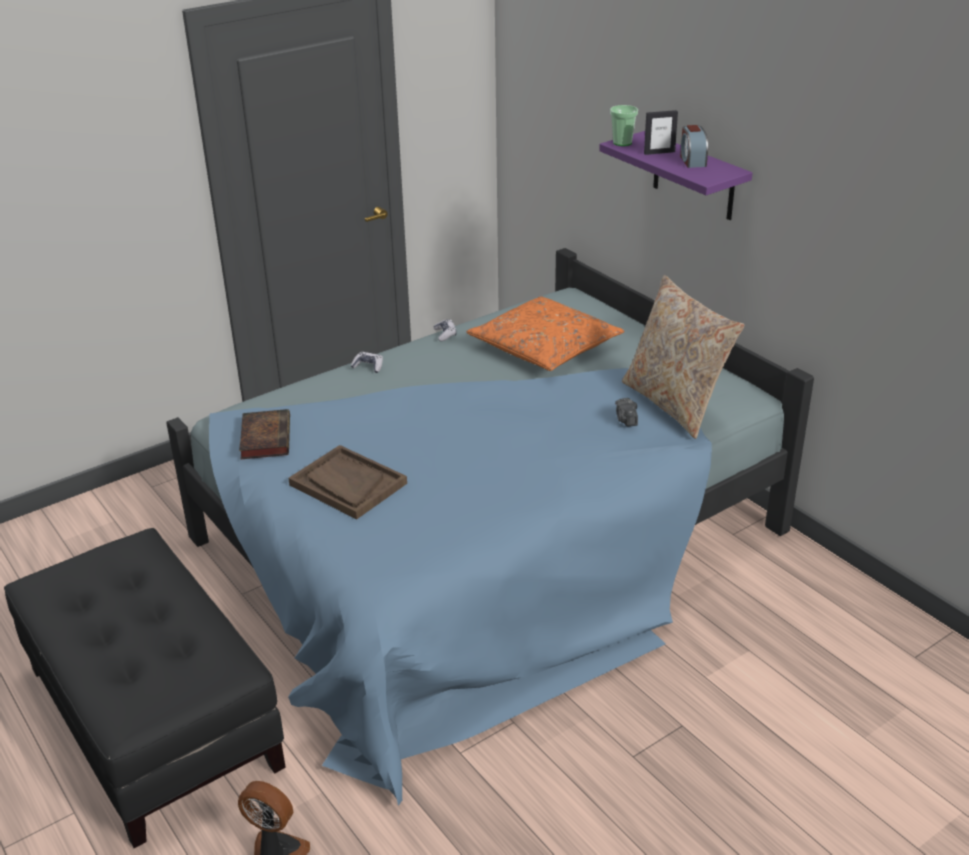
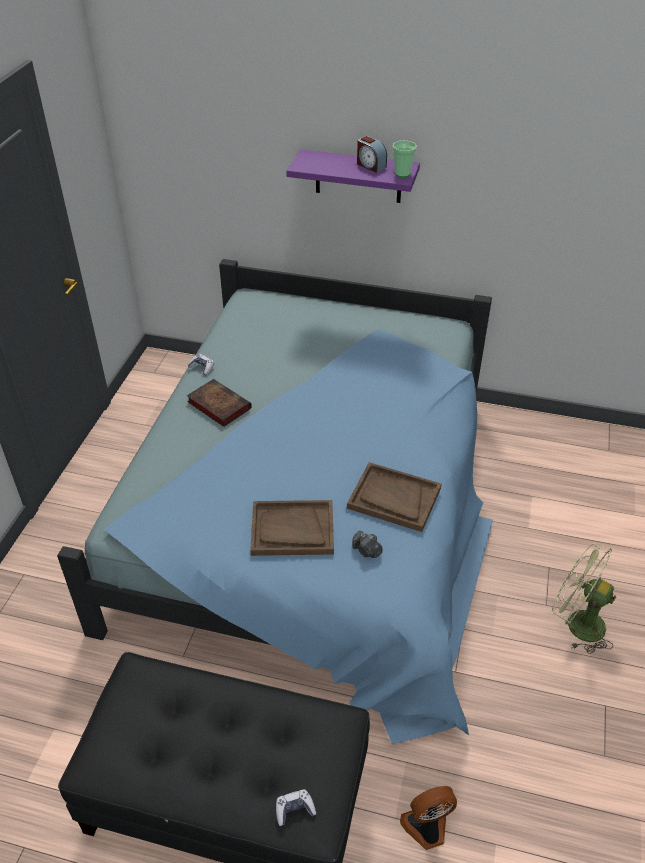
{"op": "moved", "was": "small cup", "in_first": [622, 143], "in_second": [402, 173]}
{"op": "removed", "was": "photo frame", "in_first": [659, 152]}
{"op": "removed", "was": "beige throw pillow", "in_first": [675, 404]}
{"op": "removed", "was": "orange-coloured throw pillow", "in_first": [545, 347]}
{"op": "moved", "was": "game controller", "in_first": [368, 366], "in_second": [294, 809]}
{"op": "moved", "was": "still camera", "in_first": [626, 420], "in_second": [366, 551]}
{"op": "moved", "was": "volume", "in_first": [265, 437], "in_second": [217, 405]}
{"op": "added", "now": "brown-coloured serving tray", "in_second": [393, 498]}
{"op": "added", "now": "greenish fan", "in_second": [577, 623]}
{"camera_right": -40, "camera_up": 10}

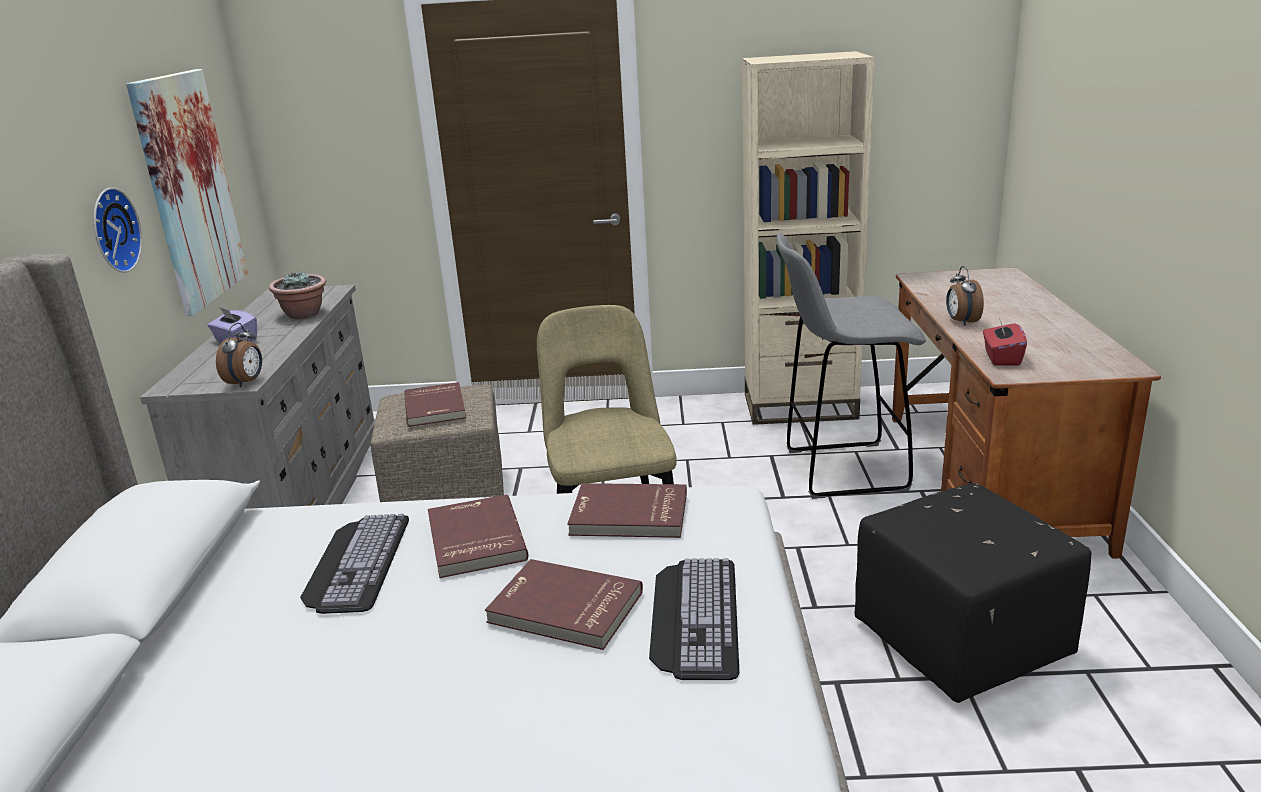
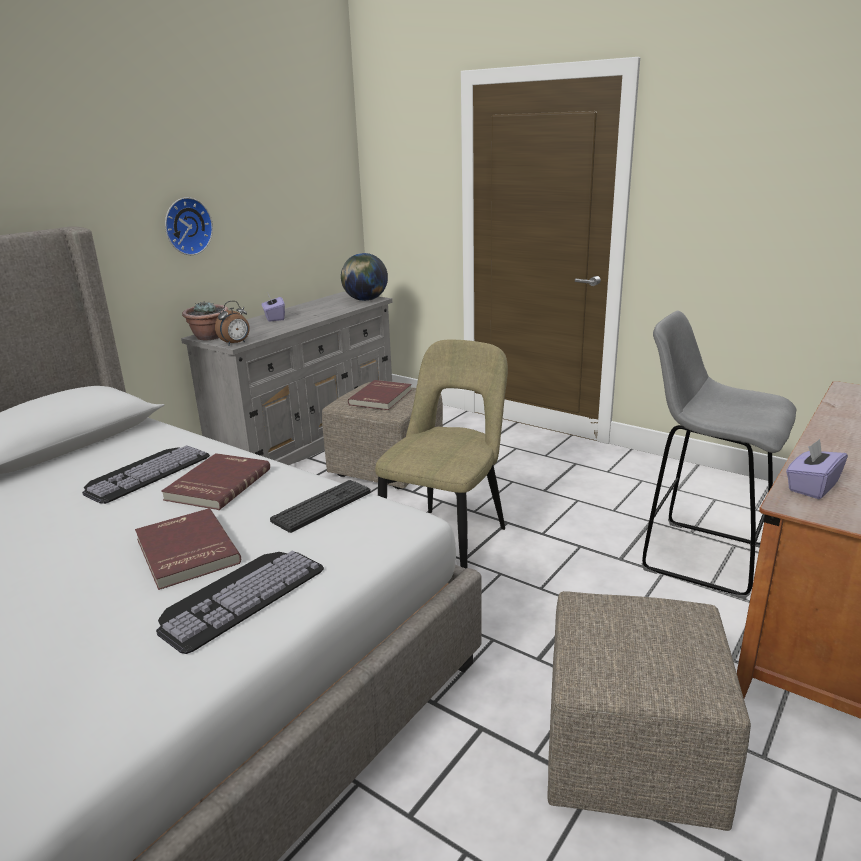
{"op": "removed", "was": "beige bookcase", "in_first": [800, 407]}
{"op": "removed", "was": "picture", "in_first": [190, 190]}
{"op": "removed", "was": "table clock", "in_first": [961, 322]}
{"op": "moved", "was": "potted plant", "in_first": [304, 315], "in_second": [209, 337]}
{"op": "recoloured", "was": "red tissue box", "now": "purple-coloured tissue box", "in_first": [1001, 358], "in_second": [811, 487]}
{"op": "replaced", "was": "red volume", "now": "keyboard", "in_first": [629, 516], "in_second": [322, 506]}
{"op": "recoloured", "was": "black-coloured footrest", "now": "beige footrest", "in_first": [963, 642], "in_second": [632, 757]}
{"op": "added", "now": "world globe", "in_second": [365, 300]}
{"camera_right": 35, "camera_up": 0}

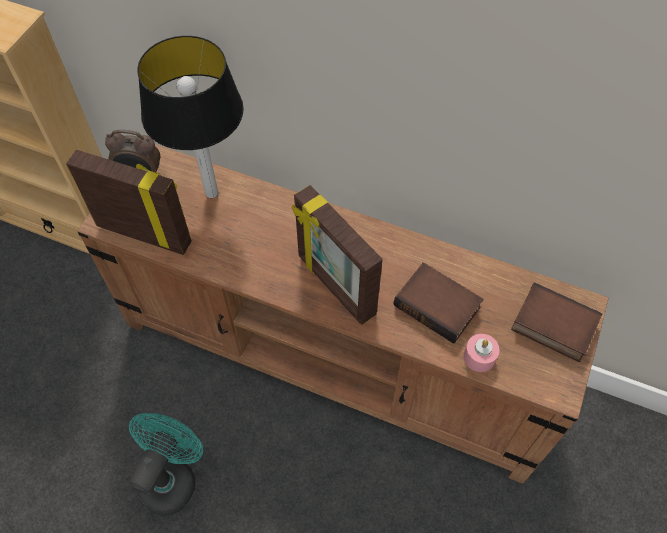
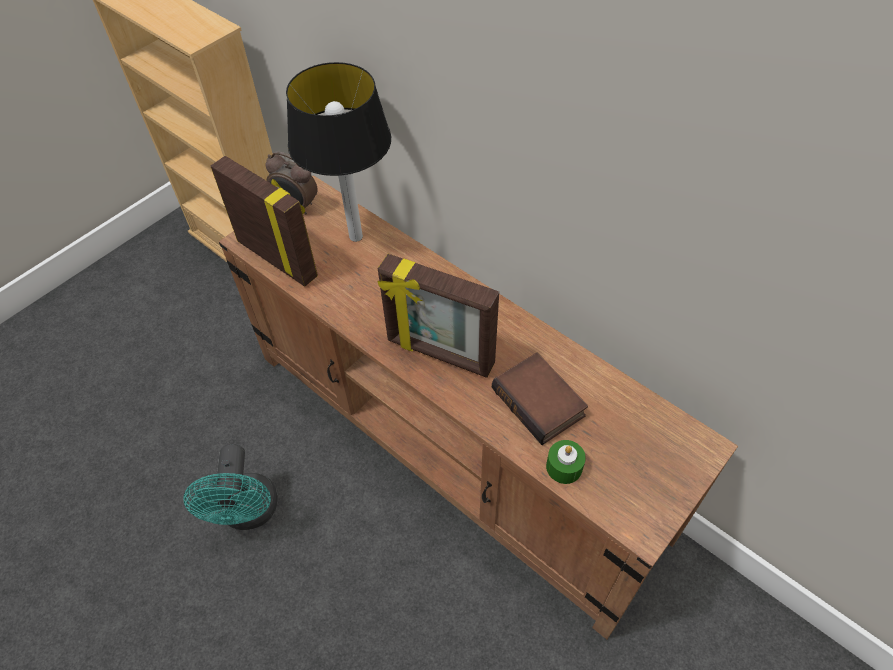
{"op": "turned", "was": "photo frame", "in_first": [335, 286], "in_second": [439, 354], "clockwise": -45}
{"op": "removed", "was": "volume", "in_first": [552, 326]}
{"op": "recoloured", "was": "pink candle", "now": "greenish candle", "in_first": [479, 357], "in_second": [564, 467]}
{"op": "turned", "was": "blue-green fan", "in_first": [171, 476], "in_second": [249, 513], "clockwise": 135}
{"camera_right": 20, "camera_up": -5}

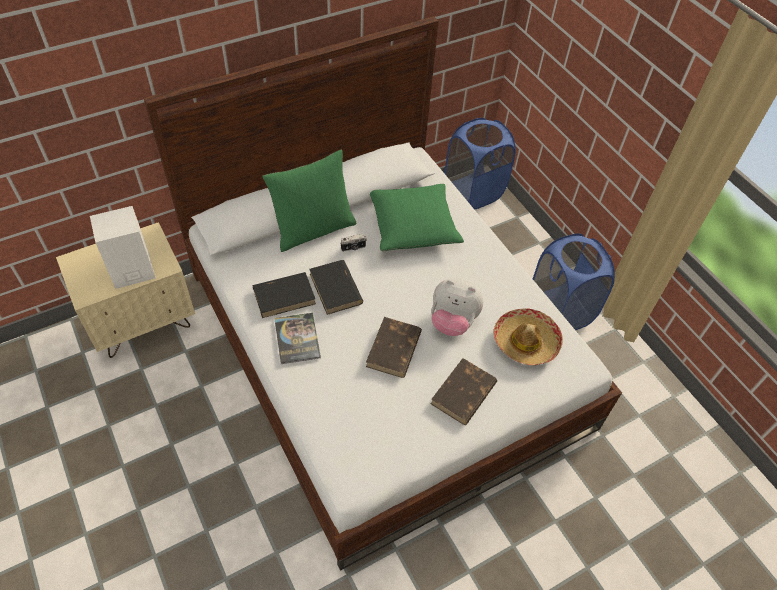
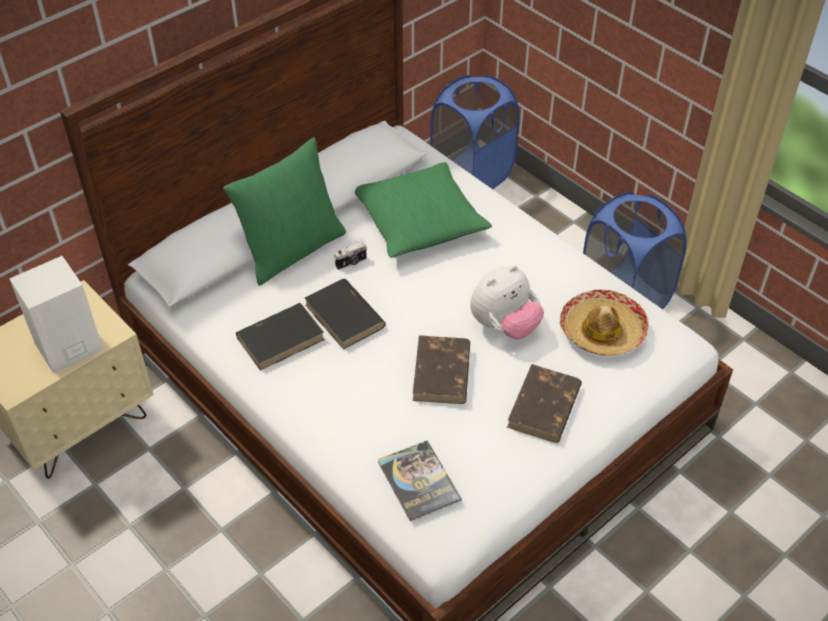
{"op": "turned", "was": "soft toy", "in_first": [452, 321], "in_second": [504, 326], "clockwise": -45}
{"op": "moved", "was": "volume", "in_first": [297, 338], "in_second": [419, 481]}
{"camera_right": -10, "camera_up": -5}

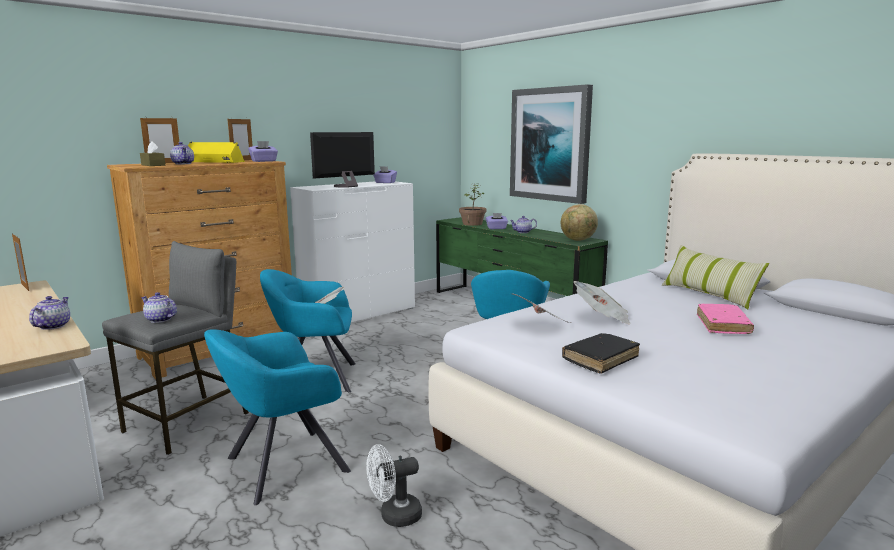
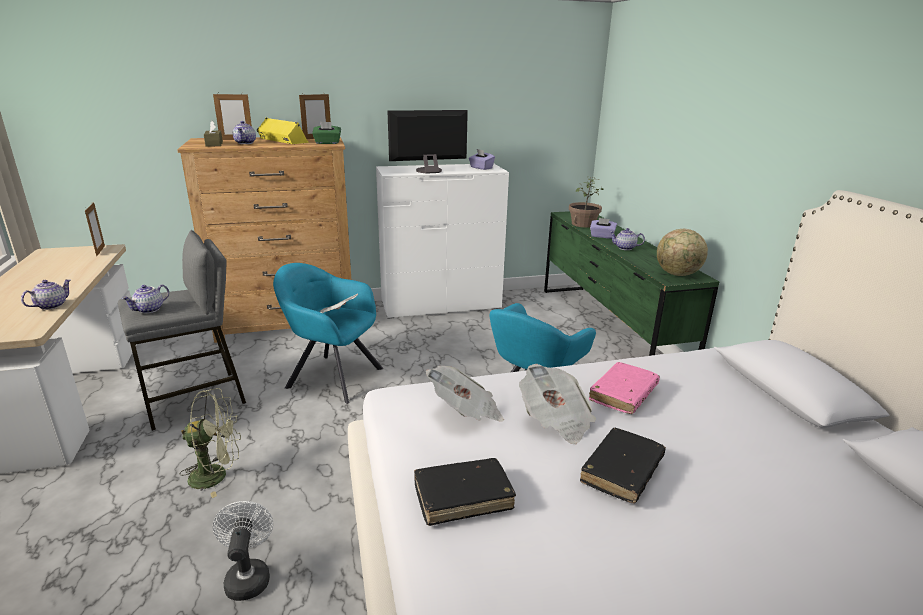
{"op": "removed", "was": "picture", "in_first": [550, 144]}
{"op": "recoloured", "was": "purple-coloured tissue box", "now": "greenish tissue box", "in_first": [264, 161], "in_second": [327, 143]}
{"op": "removed", "was": "throw pillow", "in_first": [708, 295]}
{"op": "turned", "was": "tea pot", "in_first": [159, 320], "in_second": [149, 310], "clockwise": -105}
{"op": "moved", "was": "pink volume", "in_first": [723, 325], "in_second": [623, 394]}
{"op": "replaced", "was": "blue-green armchair", "now": "greenish fan", "in_first": [282, 466], "in_second": [217, 475]}
{"op": "turned", "was": "white-coloured fan", "in_first": [394, 516], "in_second": [248, 576], "clockwise": 75}
{"op": "added", "now": "black-coloured volume", "in_second": [622, 472]}
{"camera_right": 25, "camera_up": 10}

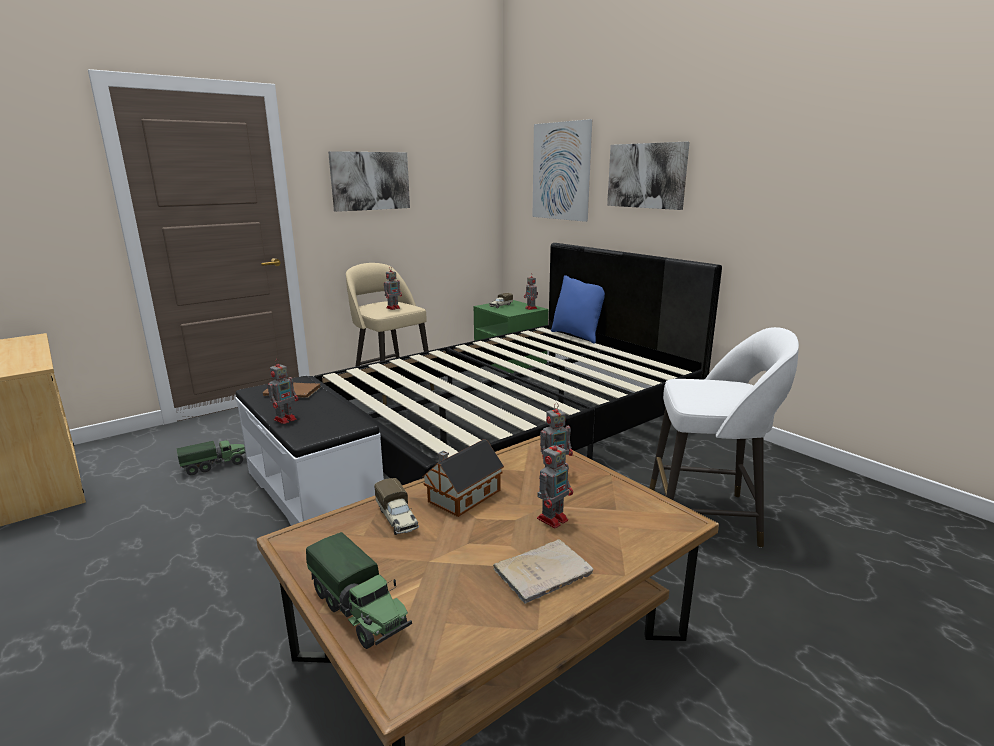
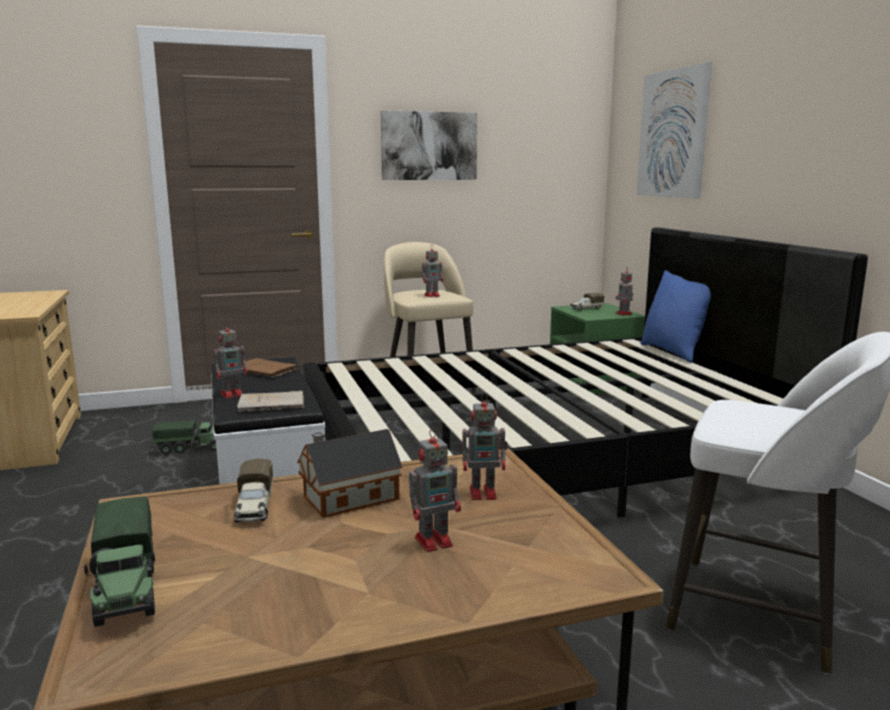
{"op": "removed", "was": "picture", "in_first": [647, 175]}
{"op": "moved", "was": "beige volume", "in_first": [545, 572], "in_second": [273, 404]}
{"camera_right": 20, "camera_up": -5}

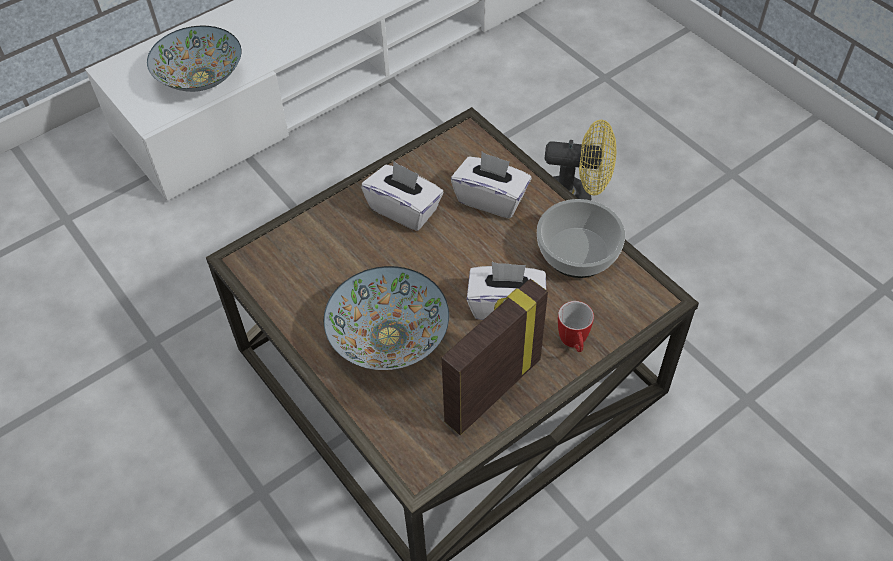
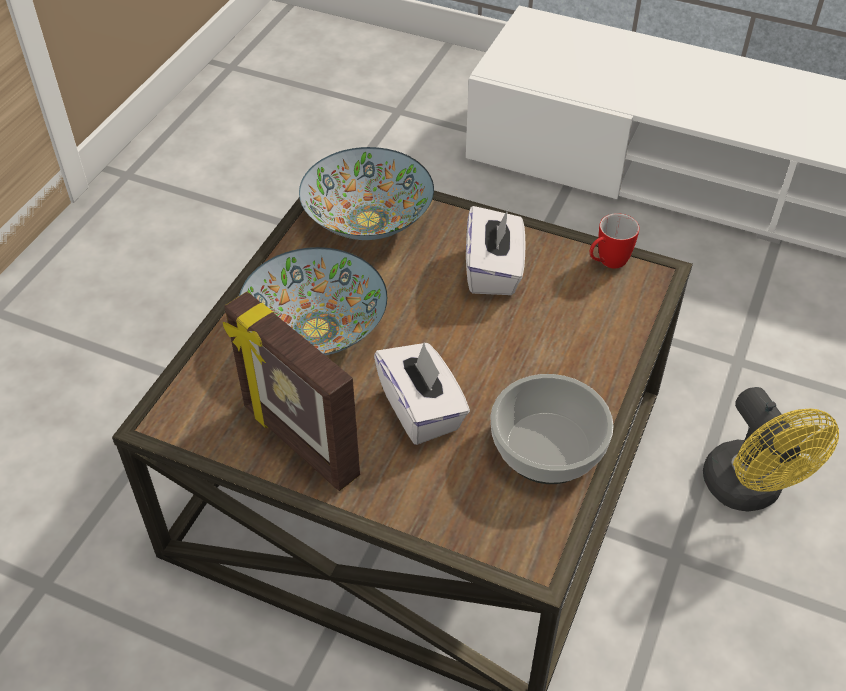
{"op": "moved", "was": "bowl", "in_first": [200, 77], "in_second": [368, 220]}
{"op": "removed", "was": "white-coloured tissue box", "in_first": [491, 199]}
{"op": "turned", "was": "photo frame", "in_first": [491, 389], "in_second": [298, 442], "clockwise": -150}
{"op": "moved", "was": "tea mug", "in_first": [573, 344], "in_second": [607, 263]}
{"camera_right": 60, "camera_up": -5}

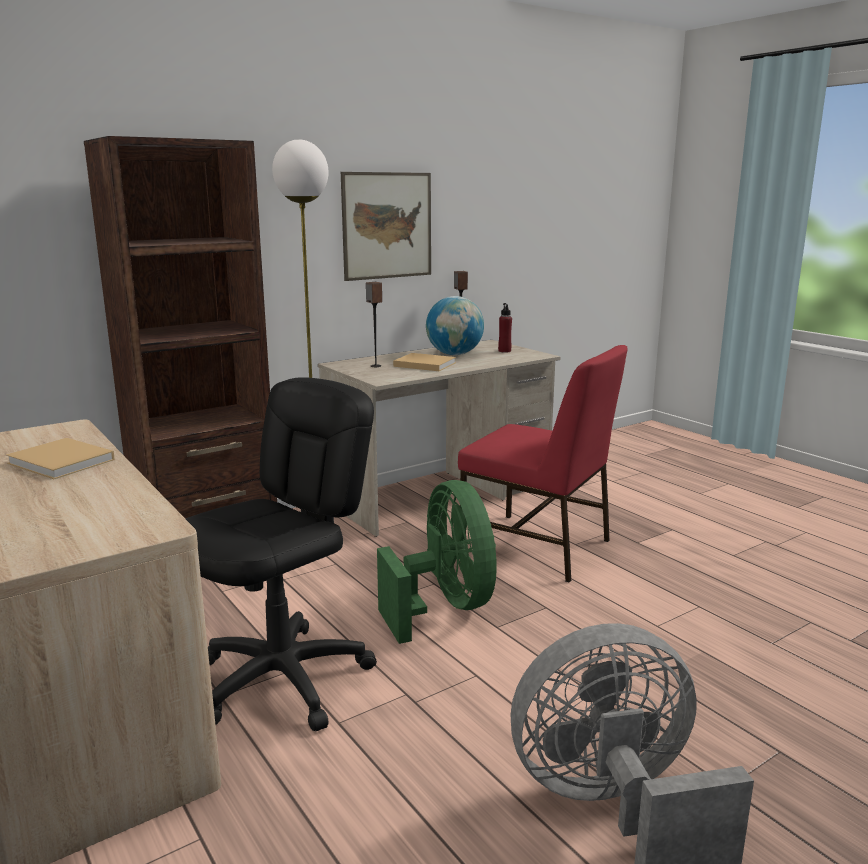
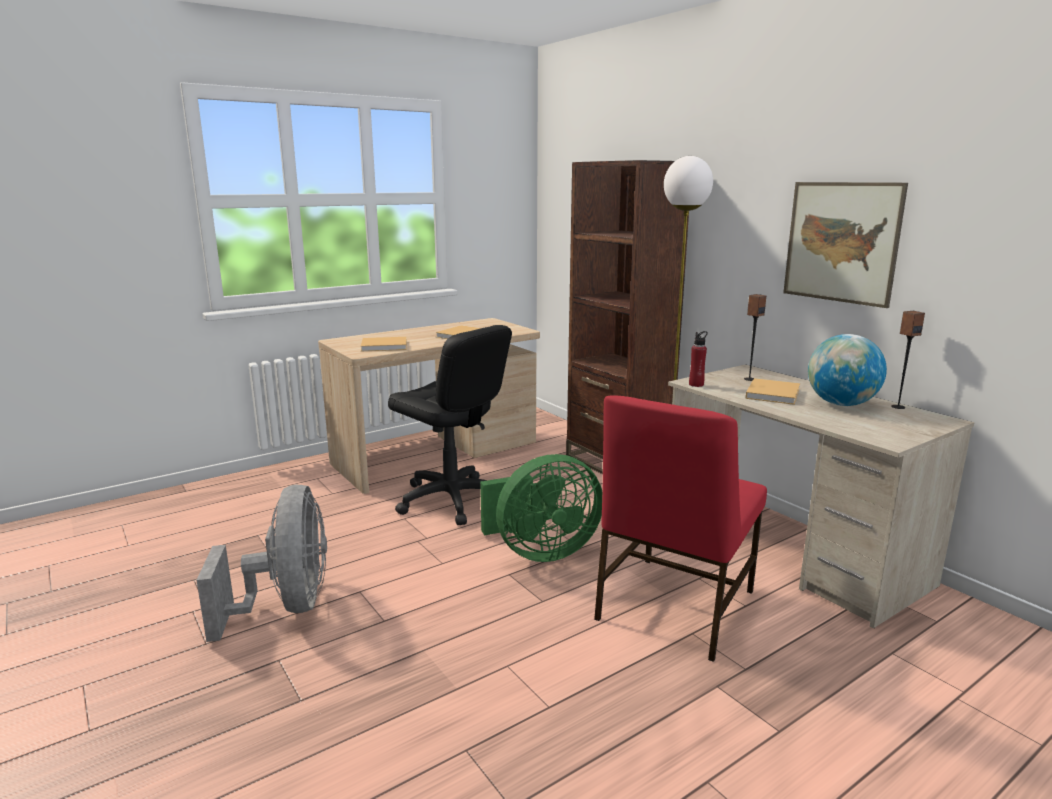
{"op": "moved", "was": "red bottle", "in_first": [504, 351], "in_second": [696, 384]}
{"op": "added", "now": "beige volume", "in_second": [386, 346]}
{"camera_right": 90, "camera_up": 0}

